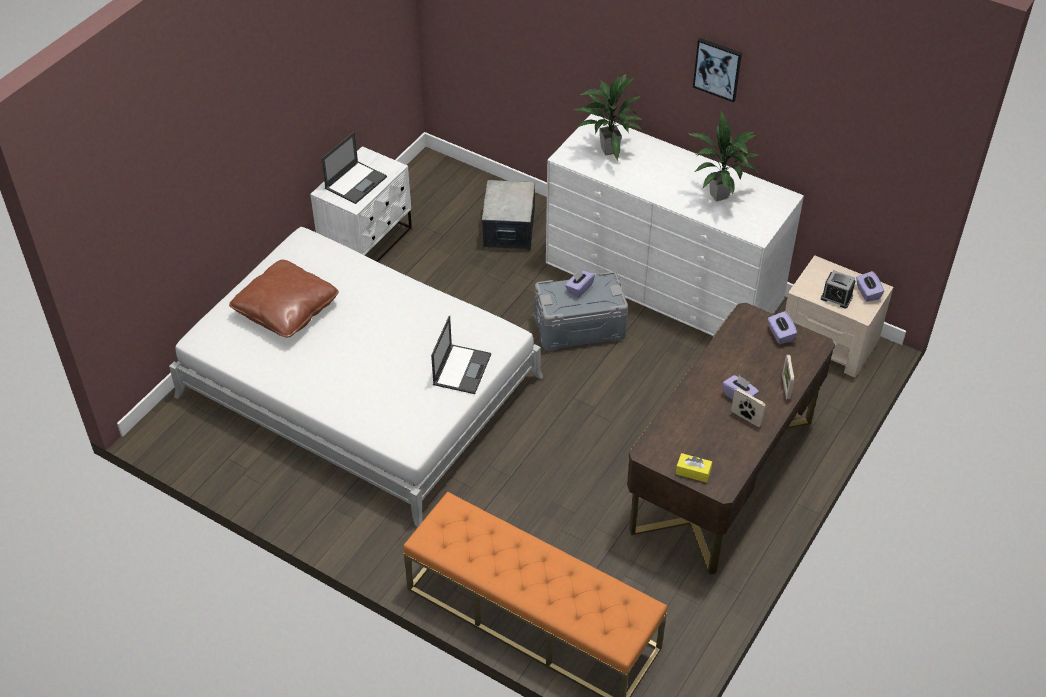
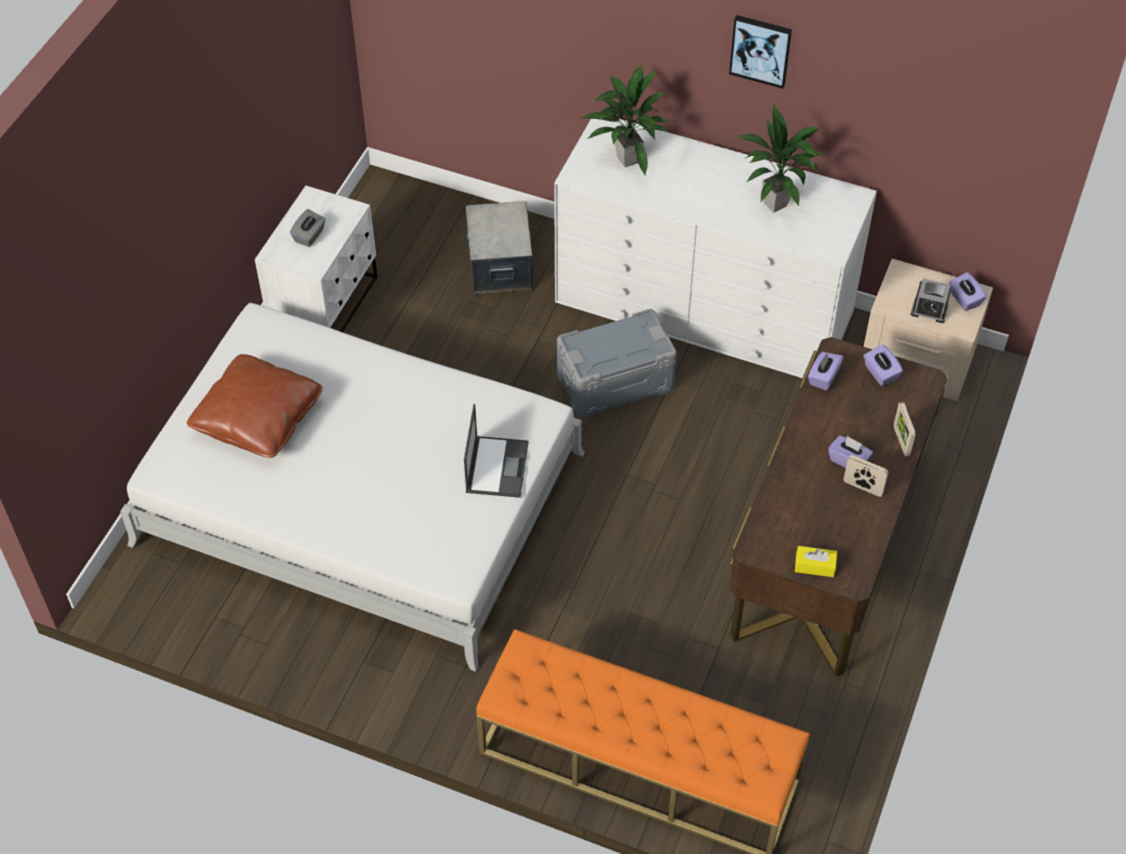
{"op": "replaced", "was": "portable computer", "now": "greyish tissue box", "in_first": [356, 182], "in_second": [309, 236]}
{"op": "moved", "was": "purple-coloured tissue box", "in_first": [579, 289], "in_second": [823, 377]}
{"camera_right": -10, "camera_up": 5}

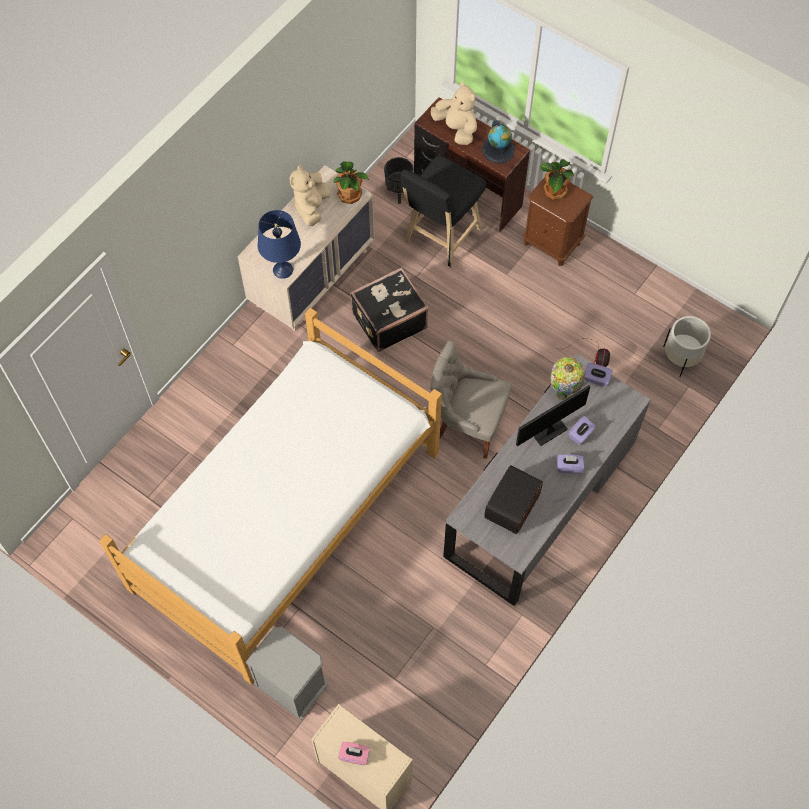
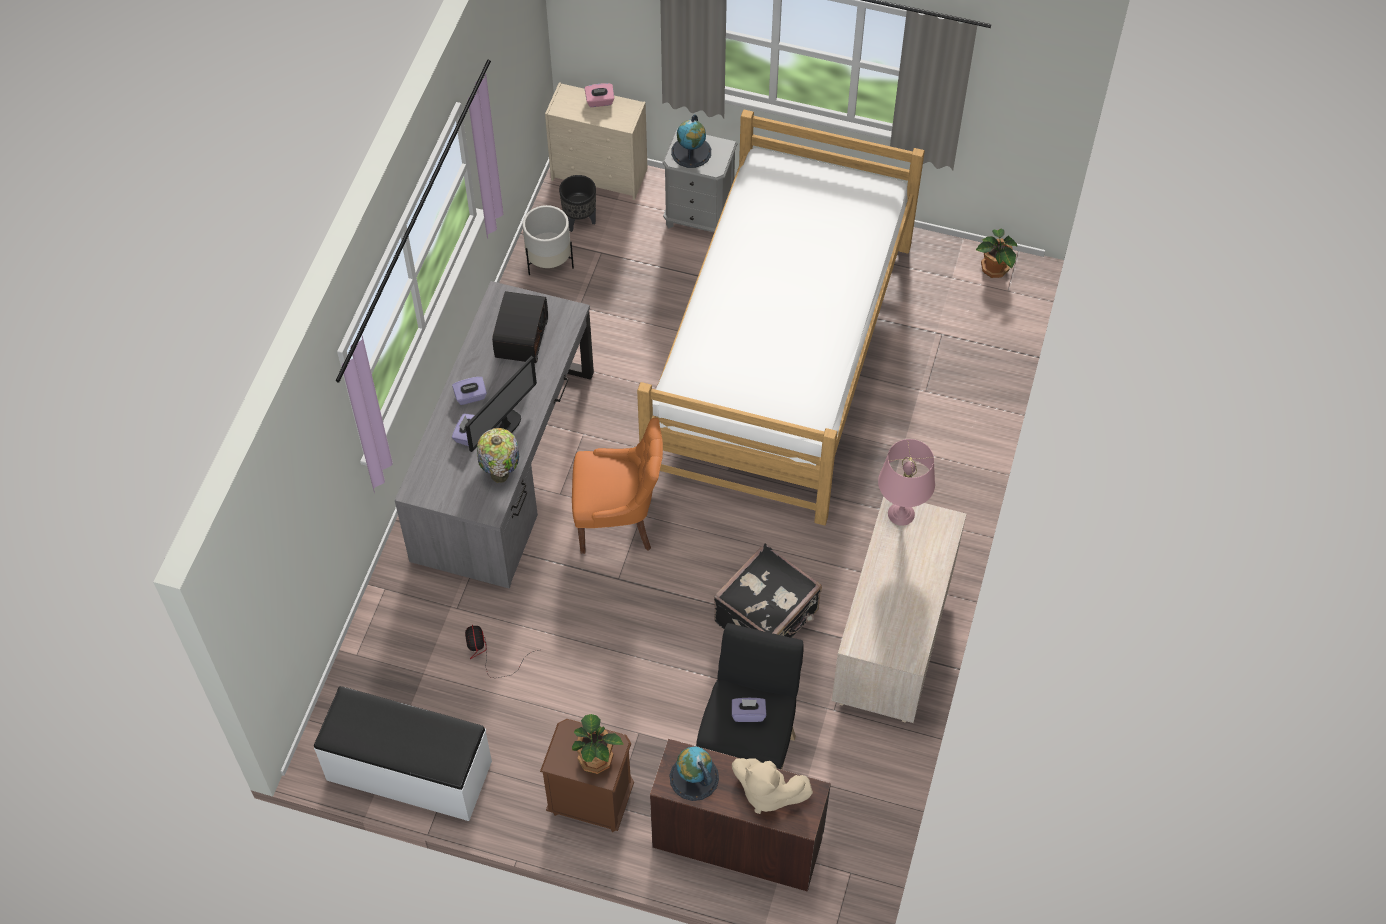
{"op": "moved", "was": "black-coloured plant pot", "in_first": [398, 193], "in_second": [579, 221]}
{"op": "moved", "was": "potted plant", "in_first": [350, 194], "in_second": [994, 269]}
{"op": "removed", "was": "beige soft toy", "in_first": [311, 207]}
{"op": "recoloured", "was": "bluish lamp for a table", "now": "pink lamp for a table", "in_first": [283, 270], "in_second": [900, 514]}
{"op": "moved", "was": "white-coloured plant pot", "in_first": [681, 358], "in_second": [549, 261]}
{"op": "recoloured", "was": "greyish plain chair", "now": "orange-coloured plain chair", "in_first": [467, 424], "in_second": [618, 521]}
{"op": "moved", "was": "purple-coloured tissue box", "in_first": [596, 379], "in_second": [748, 714]}
{"op": "added", "now": "world globe", "in_second": [691, 152]}
{"op": "added", "now": "white-coloured bench", "in_second": [409, 772]}
{"camera_right": 160, "camera_up": -5}

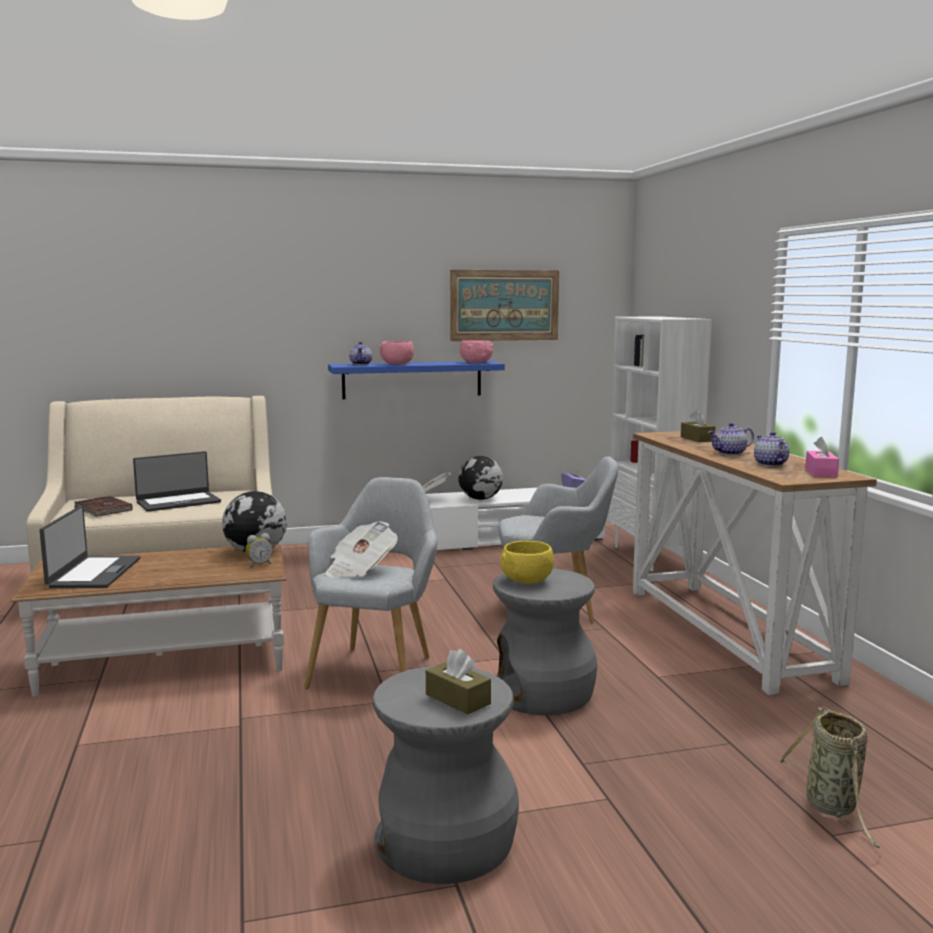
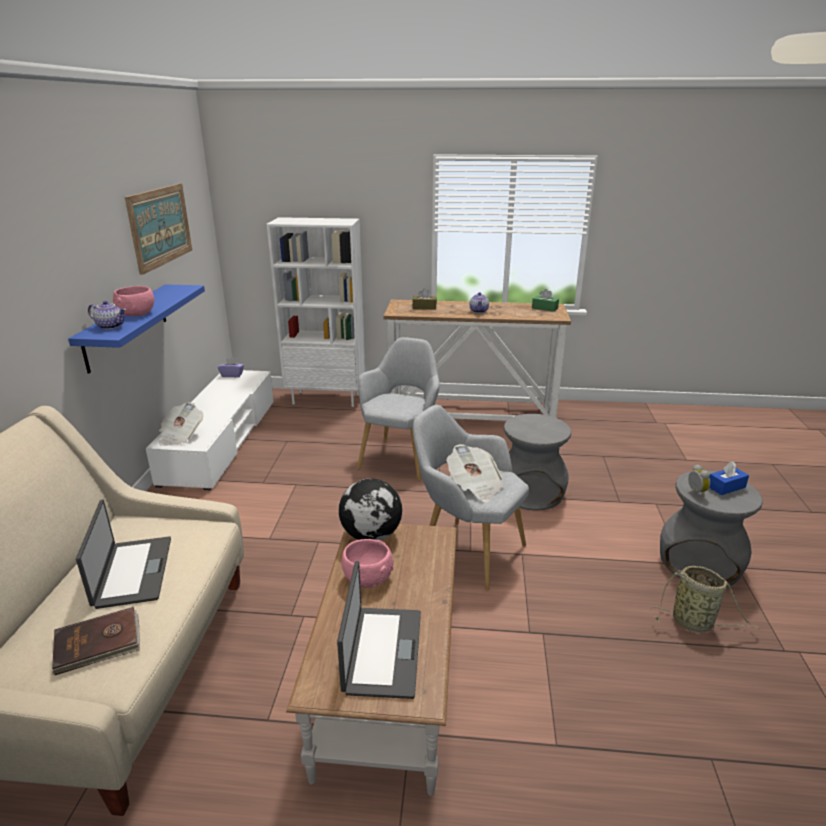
{"op": "moved", "was": "pink bowl", "in_first": [476, 362], "in_second": [367, 577]}
{"op": "removed", "was": "tea pot", "in_first": [769, 464]}
{"op": "recoloured", "was": "pink tissue box", "now": "greenish tissue box", "in_first": [821, 472], "in_second": [544, 308]}
{"op": "removed", "was": "world globe", "in_first": [480, 499]}
{"op": "turned", "was": "portable computer", "in_first": [93, 573], "in_second": [381, 651], "clockwise": 75}
{"op": "moved", "was": "table clock", "in_first": [259, 565], "in_second": [695, 492]}
{"op": "removed", "was": "yellow-coloured bowl", "in_first": [526, 580]}
{"op": "recoloured", "was": "brown-coloured tissue box", "now": "bluish tissue box", "in_first": [457, 699], "in_second": [726, 487]}
{"op": "moved", "was": "basket", "in_first": [833, 808], "in_second": [695, 623]}
{"camera_right": -70, "camera_up": 15}

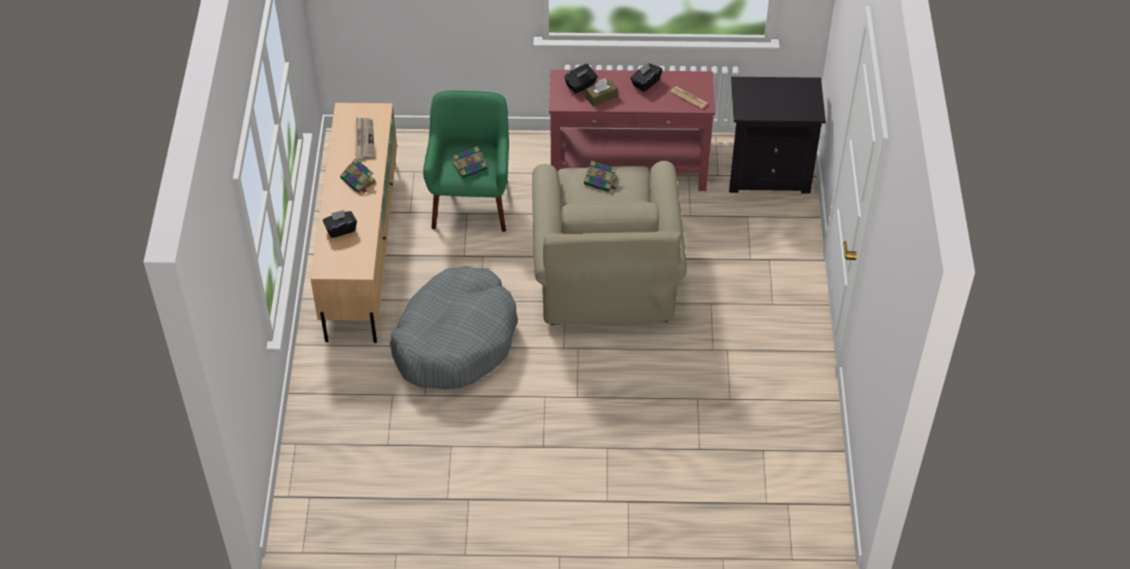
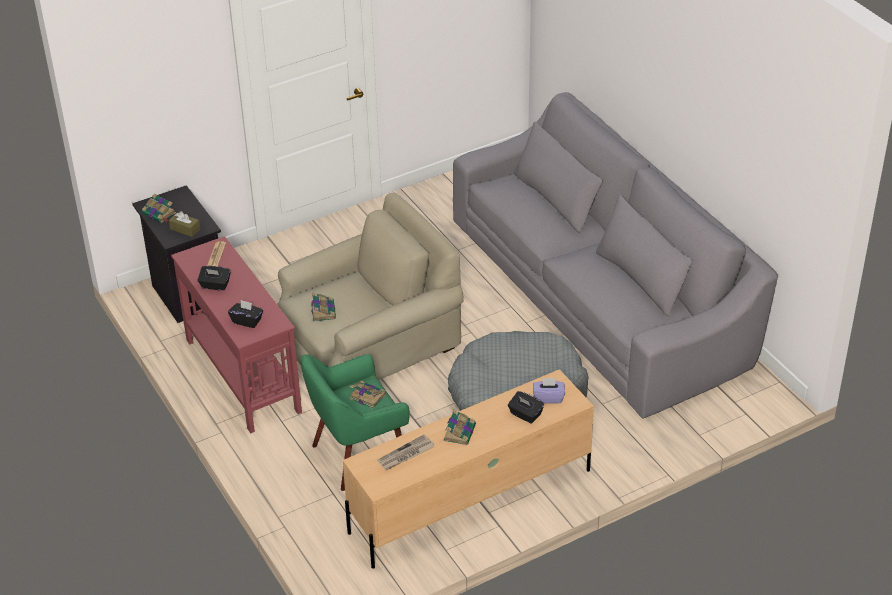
{"op": "moved", "was": "brown-coloured tissue box", "in_first": [601, 97], "in_second": [185, 229]}
{"op": "added", "now": "greyish settee", "in_second": [600, 294]}
{"op": "added", "now": "volume", "in_second": [159, 214]}
{"op": "added", "now": "purple-coloured tissue box", "in_second": [548, 398]}
{"camera_right": -120, "camera_up": -10}

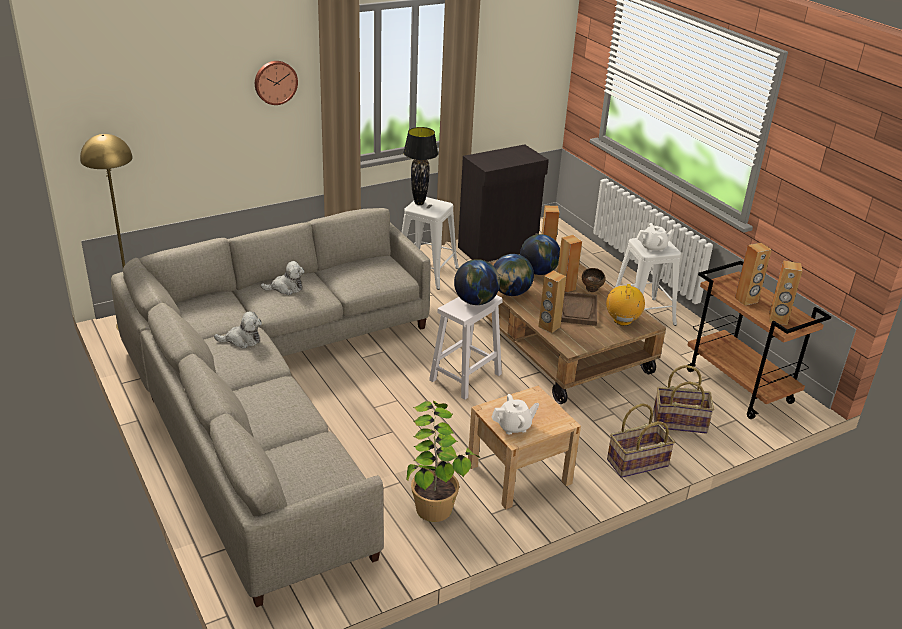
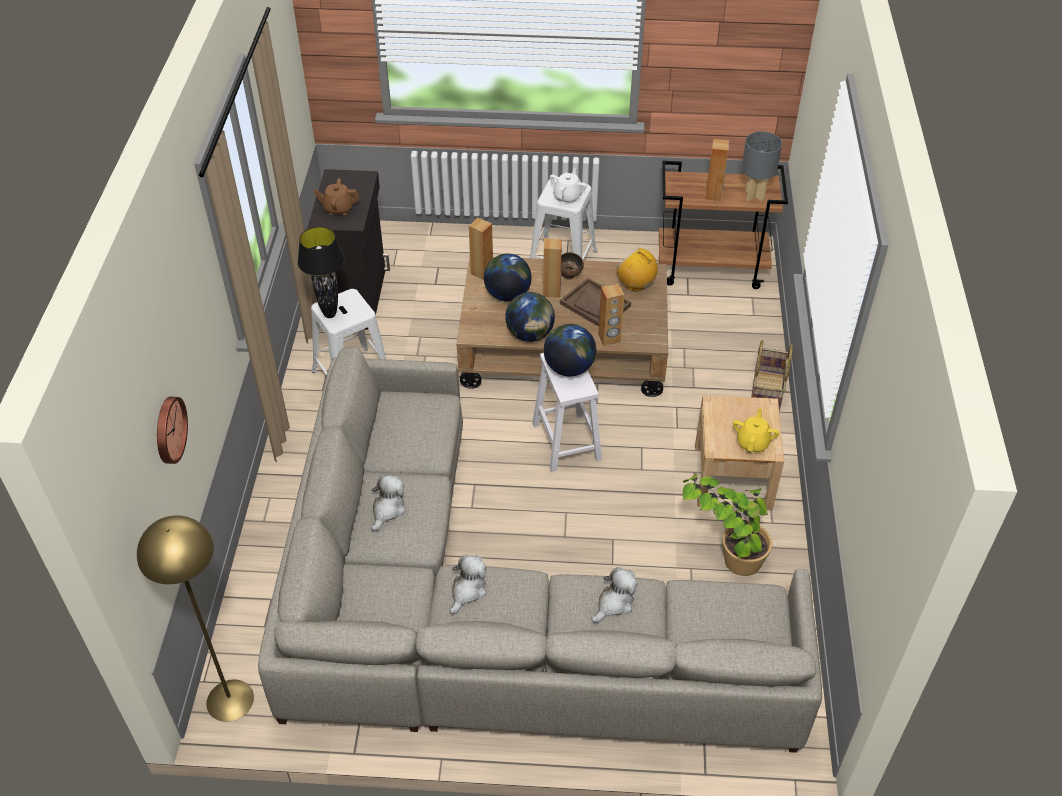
{"op": "moved", "was": "clock on the wall", "in_first": [275, 82], "in_second": [168, 429]}
{"op": "replaced", "was": "brown-coloured audio speaker", "now": "greyish lamp for a table", "in_first": [778, 319], "in_second": [754, 195]}
{"op": "removed", "was": "basket", "in_first": [679, 422]}
{"op": "recoloured", "was": "white-coloured tea pot", "now": "yellow-coloured tea pot", "in_first": [514, 426], "in_second": [753, 442]}
{"op": "added", "now": "brown-coloured tea pot", "in_second": [338, 208]}
{"op": "added", "now": "soft toy", "in_second": [614, 603]}
{"camera_right": -55, "camera_up": 15}

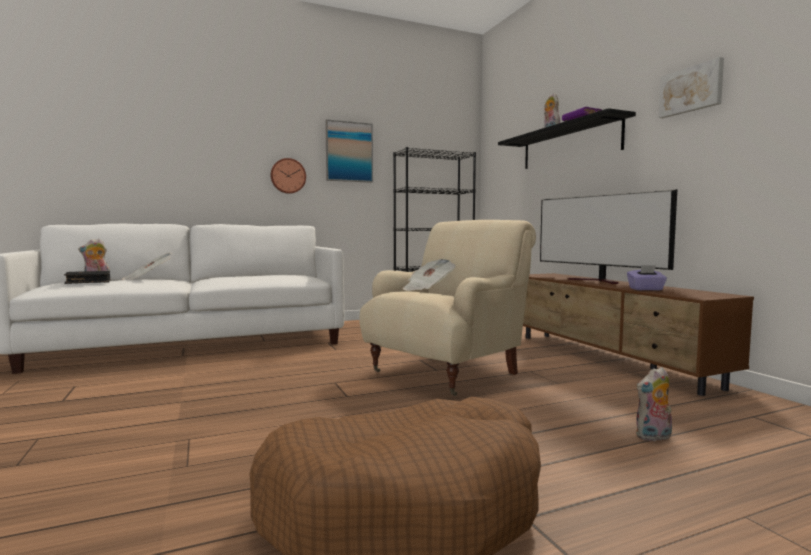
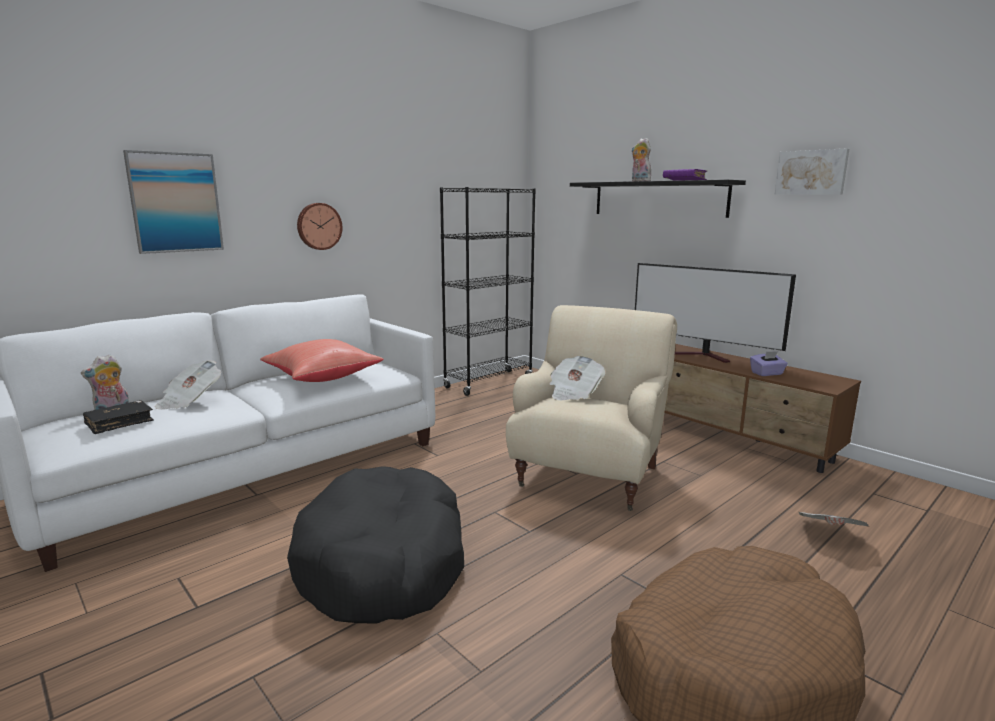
{"op": "moved", "was": "picture", "in_first": [349, 152], "in_second": [175, 202]}
{"op": "replaced", "was": "soft toy", "now": "newspaper", "in_first": [654, 437], "in_second": [829, 534]}
{"op": "added", "now": "red throw pillow", "in_second": [322, 377]}
{"op": "added", "now": "black-coloured pet bed", "in_second": [383, 563]}
{"camera_right": -20, "camera_up": 10}

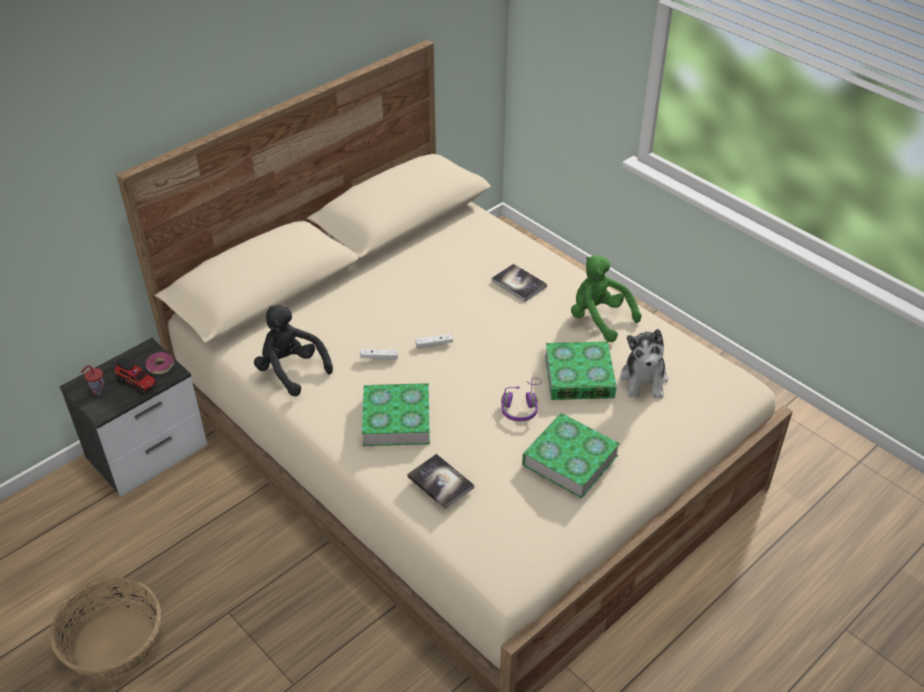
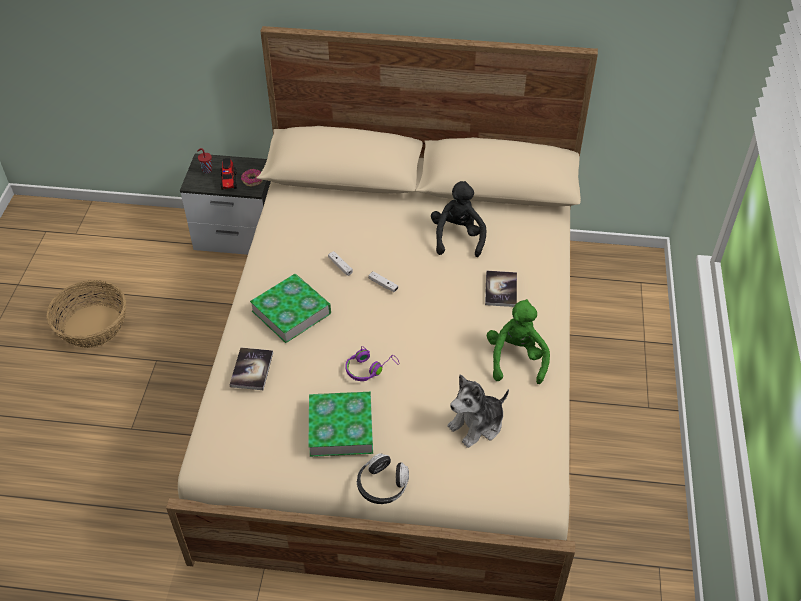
{"op": "moved", "was": "black-coloured soft toy", "in_first": [291, 370], "in_second": [457, 237]}
{"op": "removed", "was": "volume", "in_first": [579, 376]}
{"op": "added", "now": "headphones", "in_second": [382, 485]}
{"camera_right": 50, "camera_up": 5}

